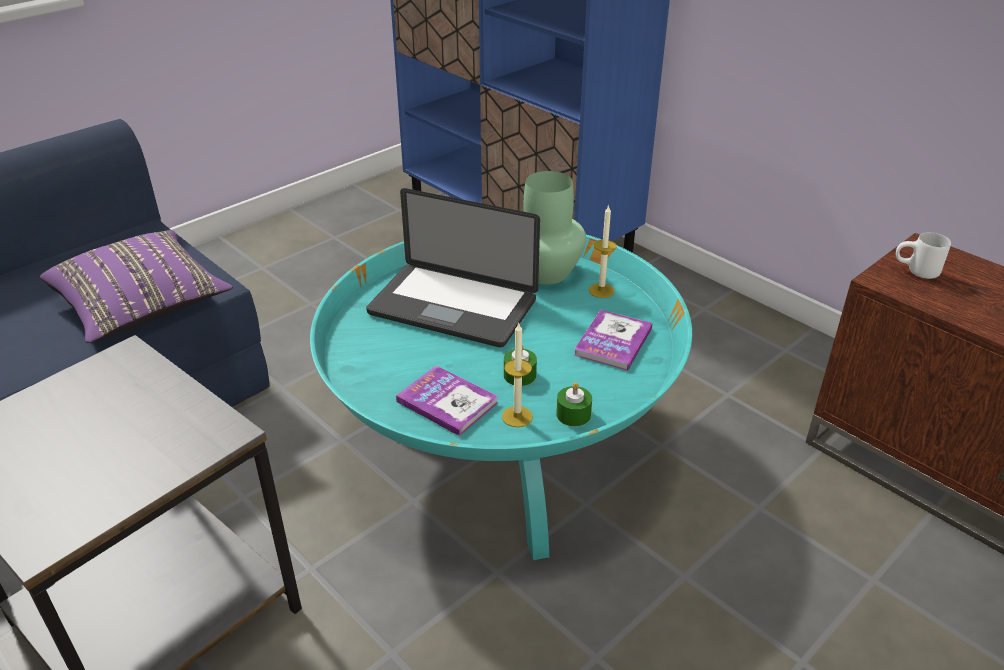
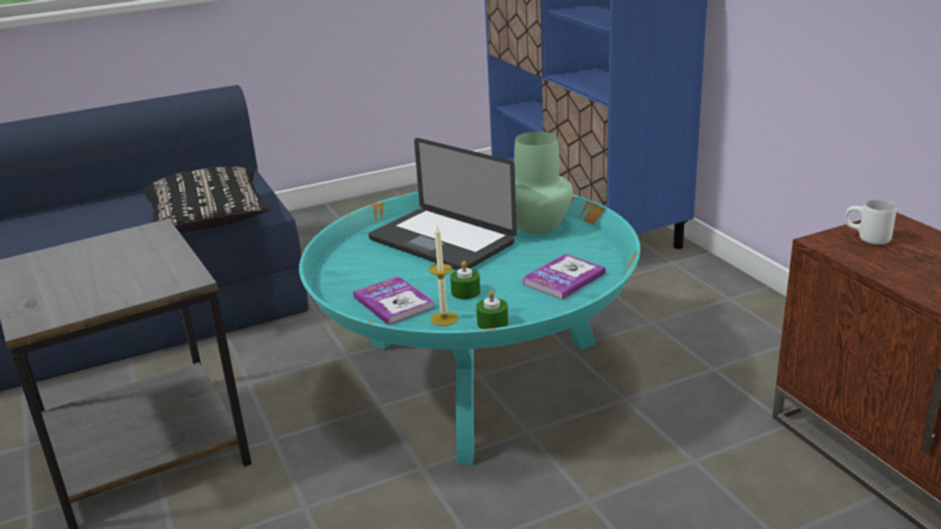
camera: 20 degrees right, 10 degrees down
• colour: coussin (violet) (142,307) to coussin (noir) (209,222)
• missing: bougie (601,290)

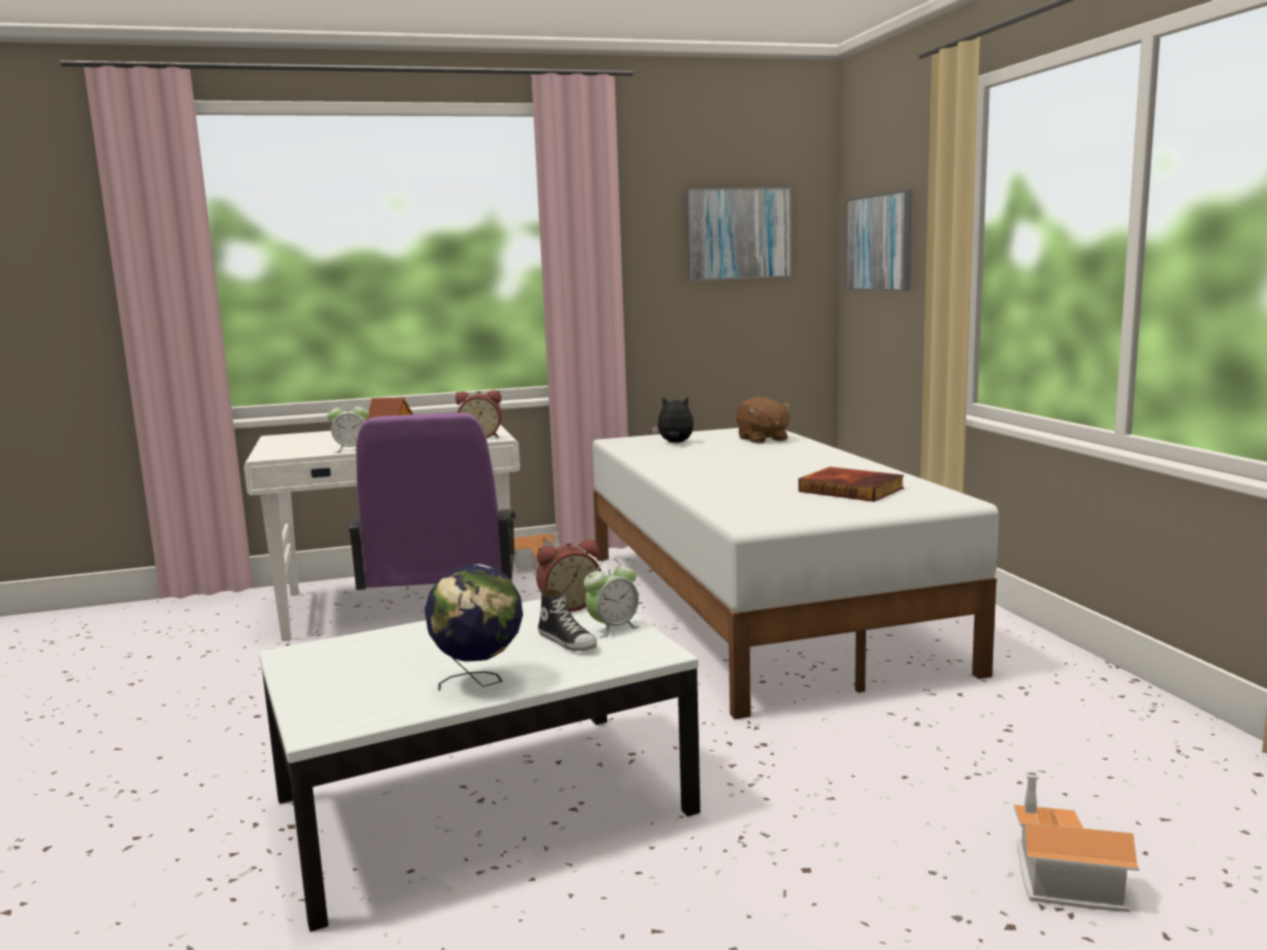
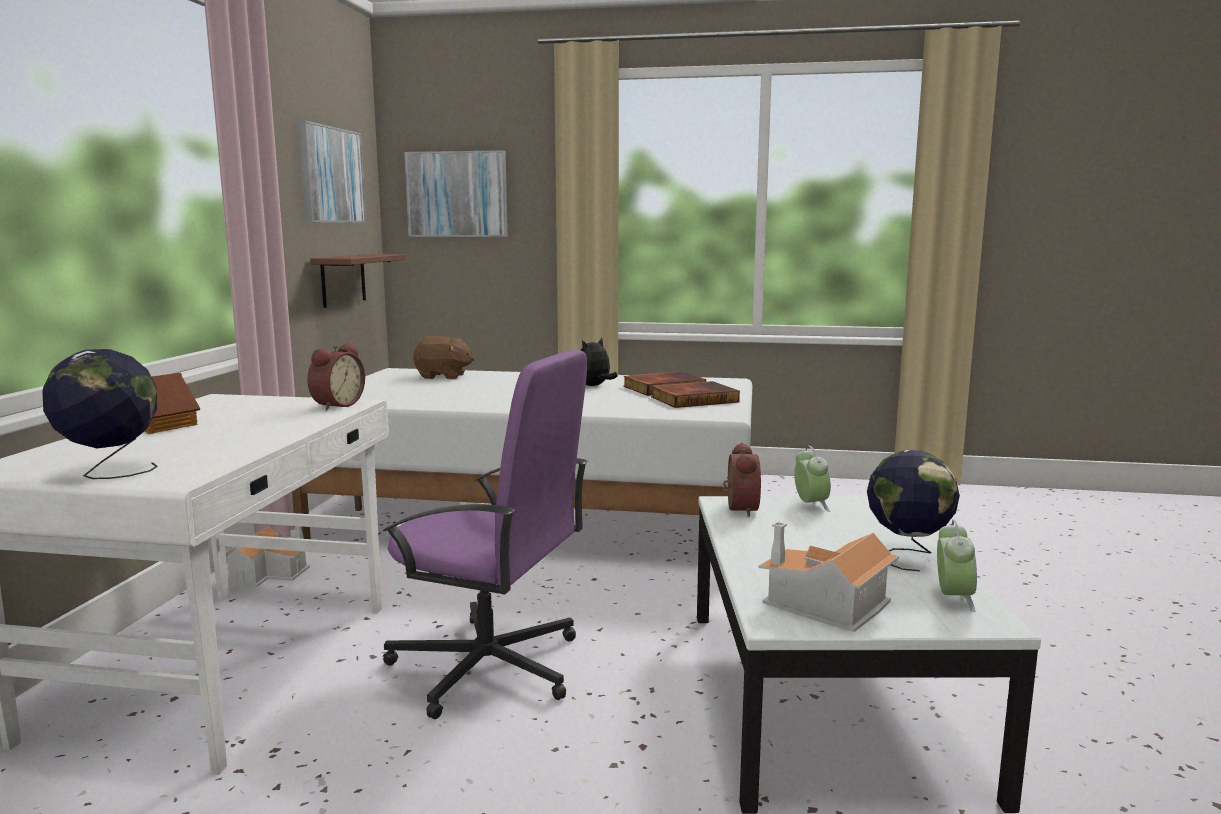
camera: 65 degrees left, 0 degrees up
• relocated: réveil (351,450) to (953,598)
• missing: chaussure (568,641)
• relocated: peluche (675,443) to (594,386)
• relocated: maison miniature (1060,876) to (826,606)
• appeared: globe (110,472)
• appeared: étagère (marron) (343,280)
• appeared: livre (694,399)

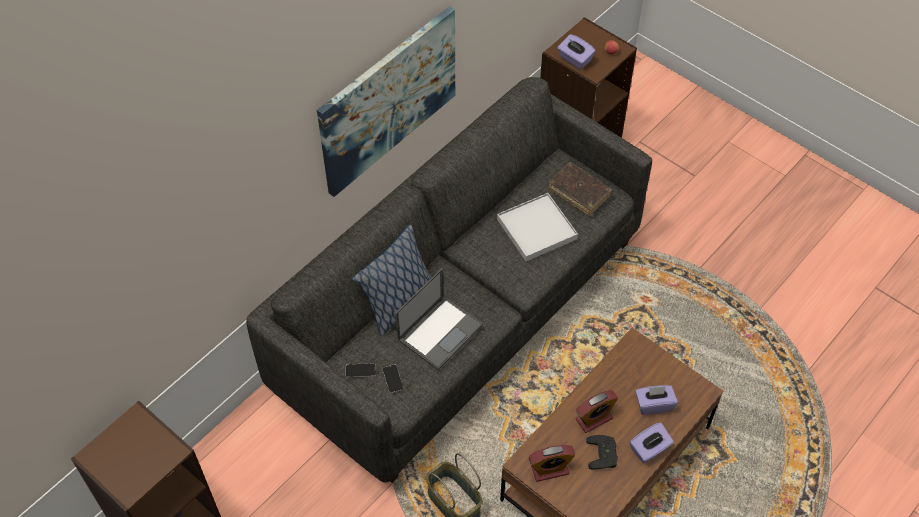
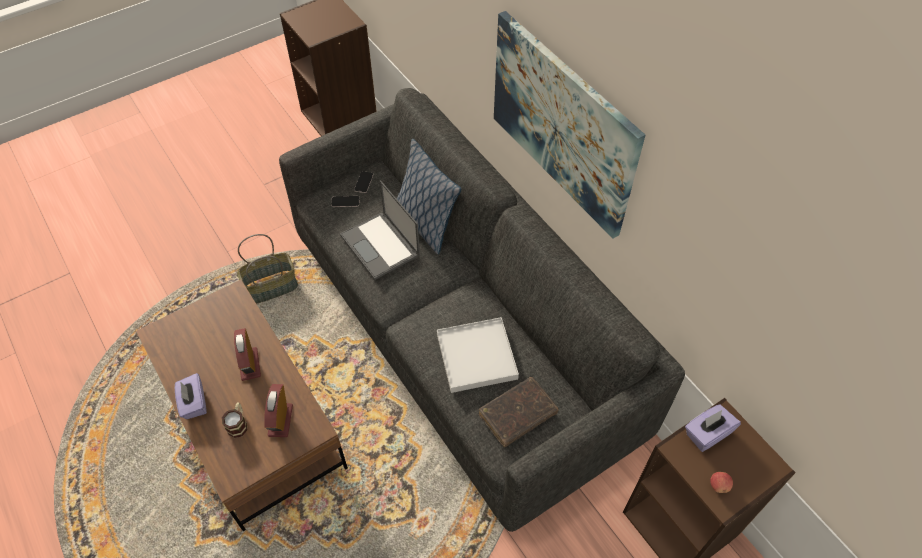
camera: 105 degrees right, 0 degrees up
• relocated: réveil (550,470) to (280,420)
• missing: manette (noir) (604,454)
• exchanged: boîte à mouchoirs (violet) (654,404) to mug (238,424)

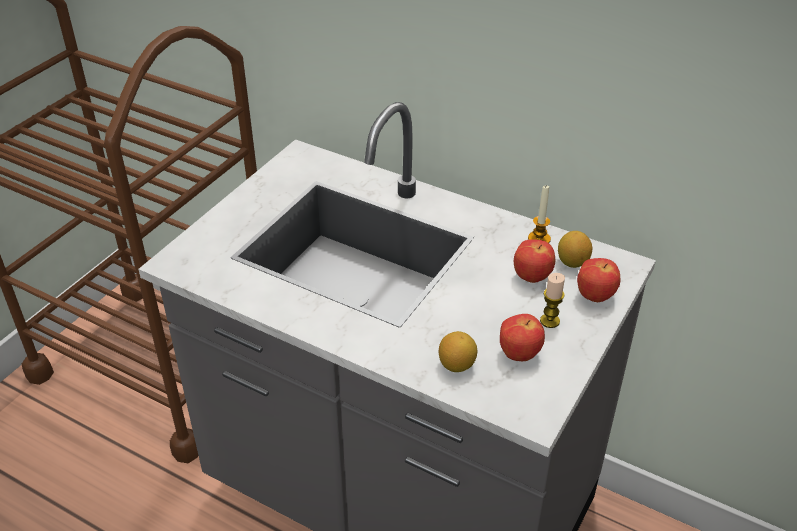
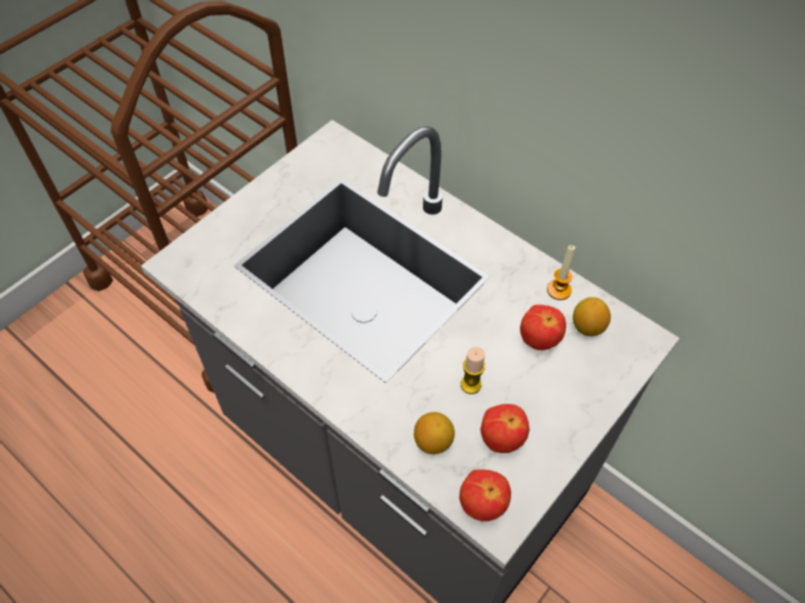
camera: 10 degrees right, 15 degrees up
• relocated: bougie (549,321) to (470,384)
• relocated: pomme (595,296) to (482,504)

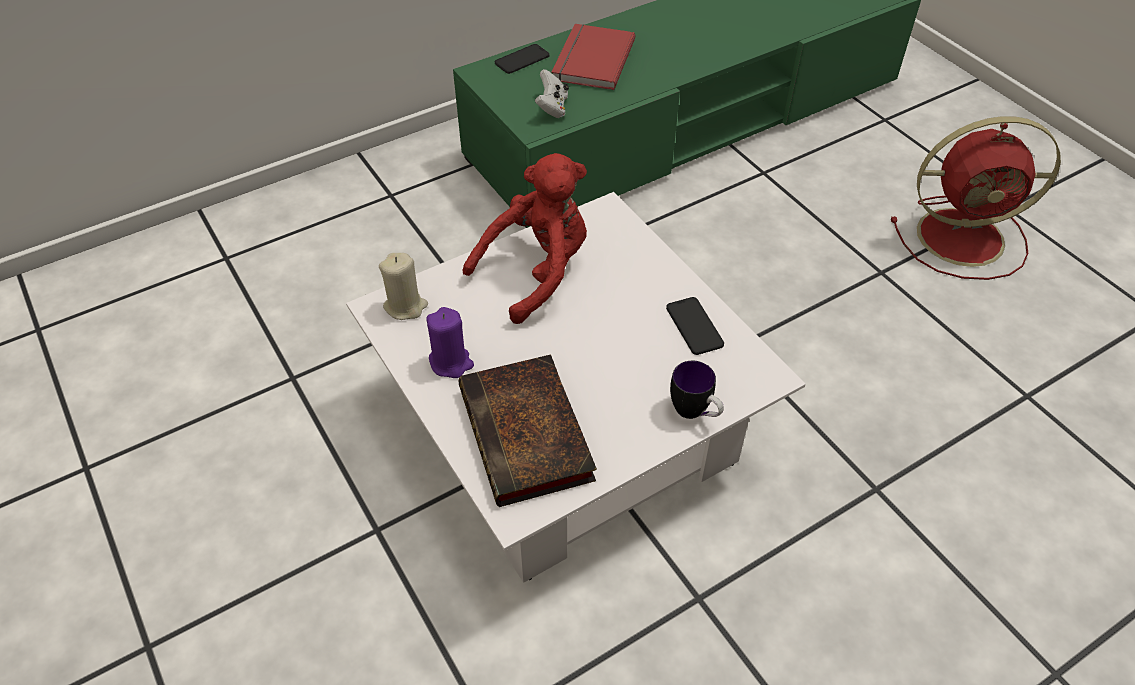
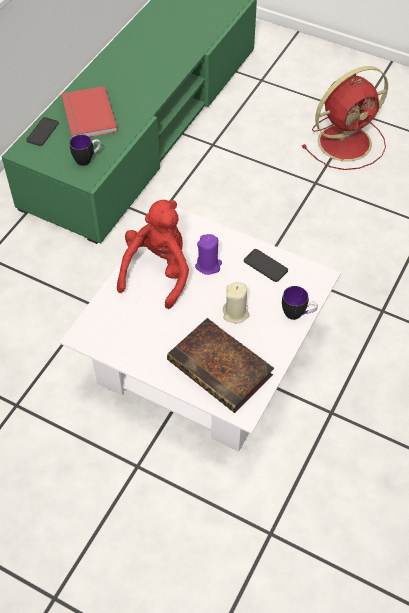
camera: 30 degrees left, 5 degrees up
• relocated: bougie (beige) (405,306) to (236,313)
• relocated: bougie (violet) (451,362) to (208,265)
• exchanged: manette (blanc) (552,108) to mug (87,159)

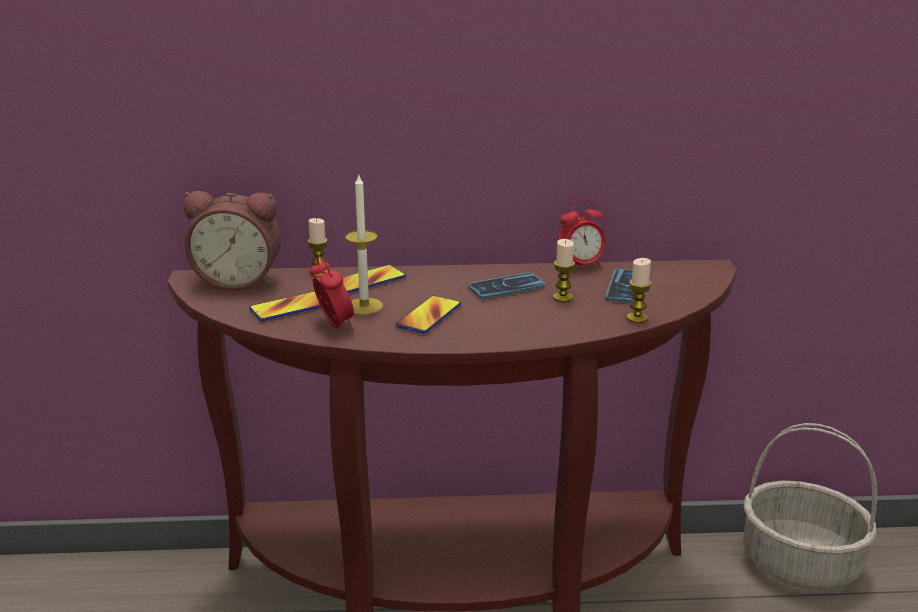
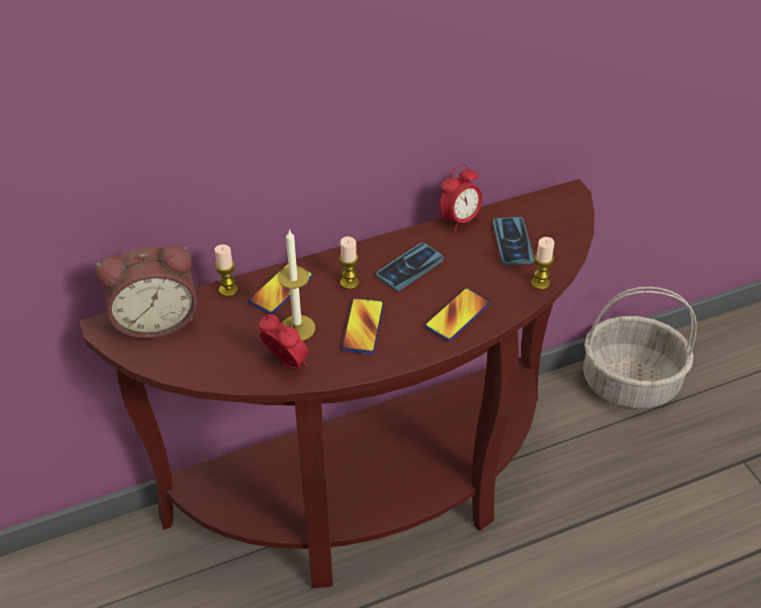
camera: 20 degrees left, 20 degrees up
• relocated: téléphone (290,308) to (457,315)
• relocated: bougie (562,297) to (349,282)

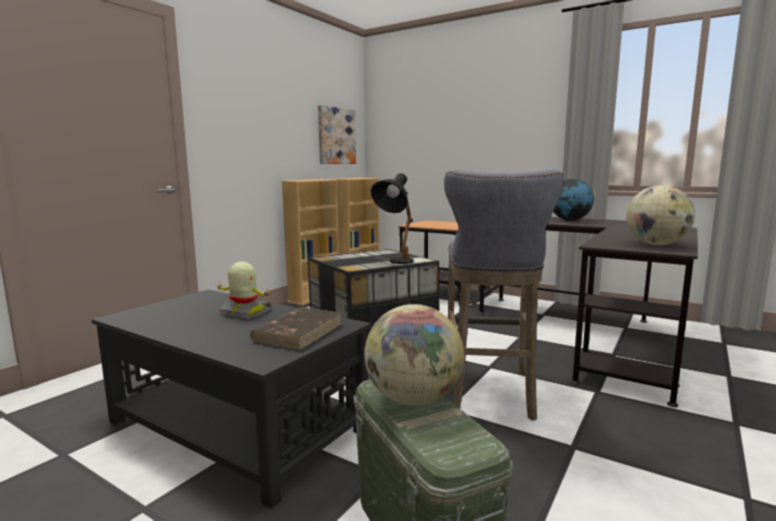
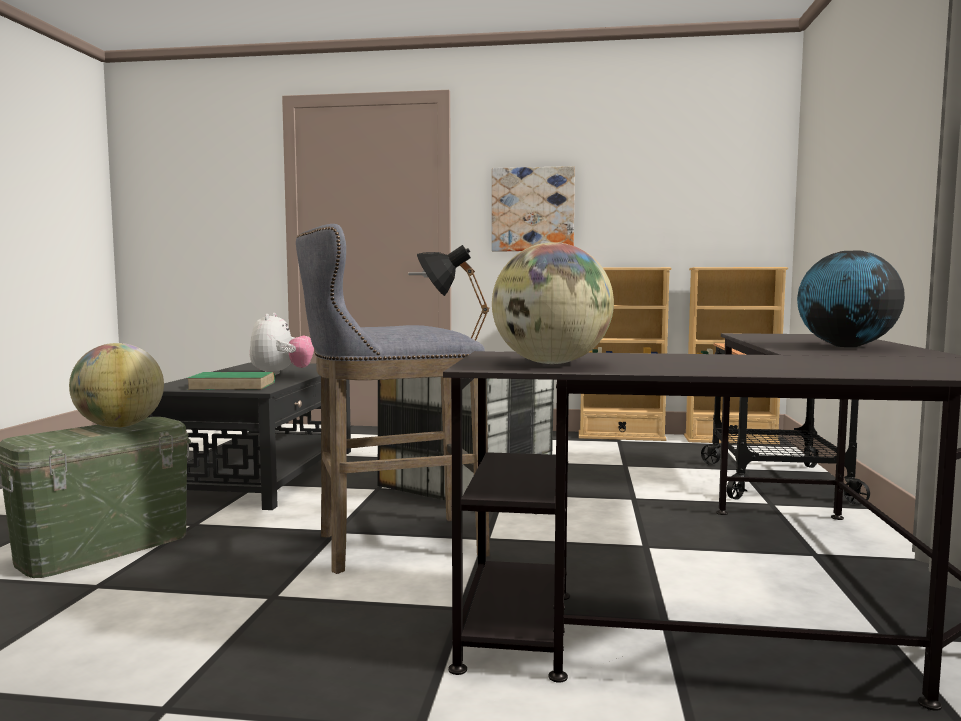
camera: 65 degrees right, 5 degrees down
• exchanged: robot jouet (245,313) to peluche (281,374)
• colour: livre (marron) (299,332) to livre (vert) (233,385)
• relocated: tableau (336,136) to (533,209)

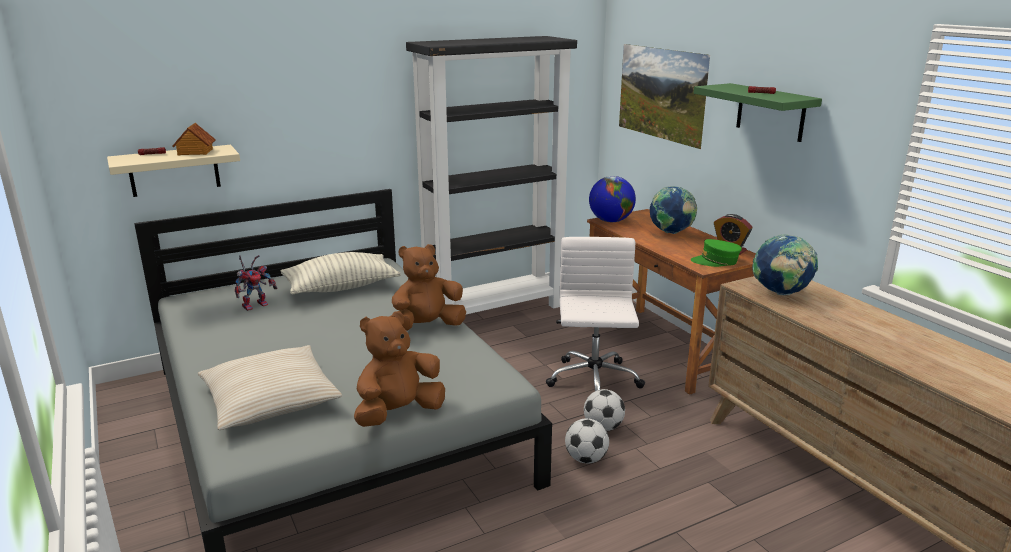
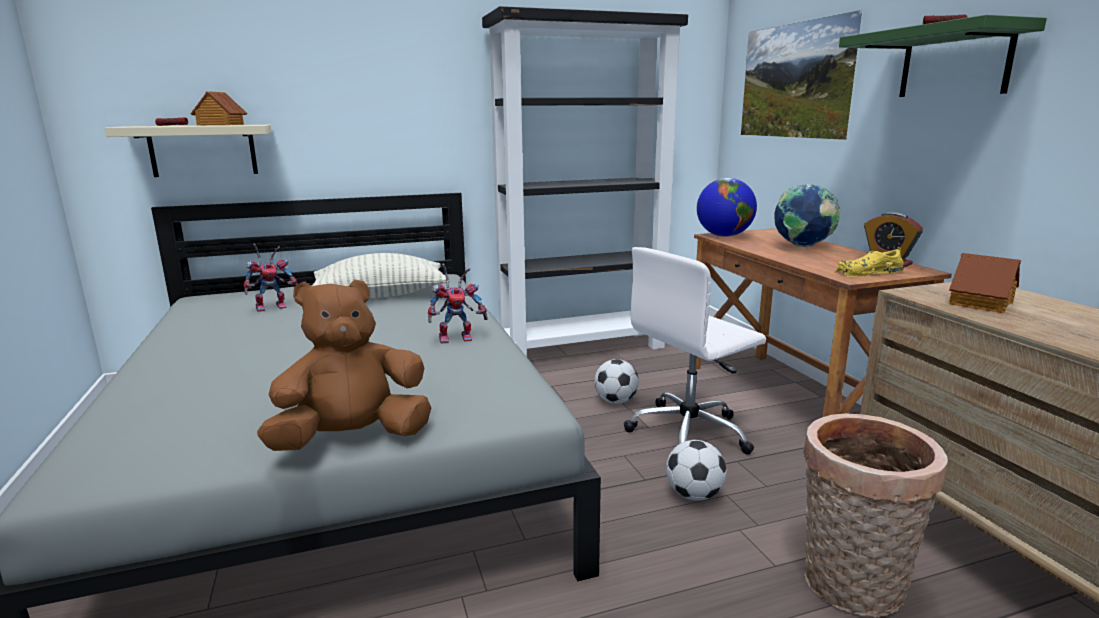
camera: 10 degrees right, 5 degrees down
• missing: coussin (beige) (270,400)
• exchanged: peluche (marron) (426,327) to robot jouet (458,338)
• spun: chaise de bureau (blanc) (593,380) = (690,432) 135 degrees counterclockwise
• relocated: ballon de foot (586,459) to (616,401)
• exchanged: casquette (vert) (716,261) to chaussure (jaune) (868,272)
• exchanged: globe (781,293) to maison miniature (982,303)
• appeared: panier (851,588)

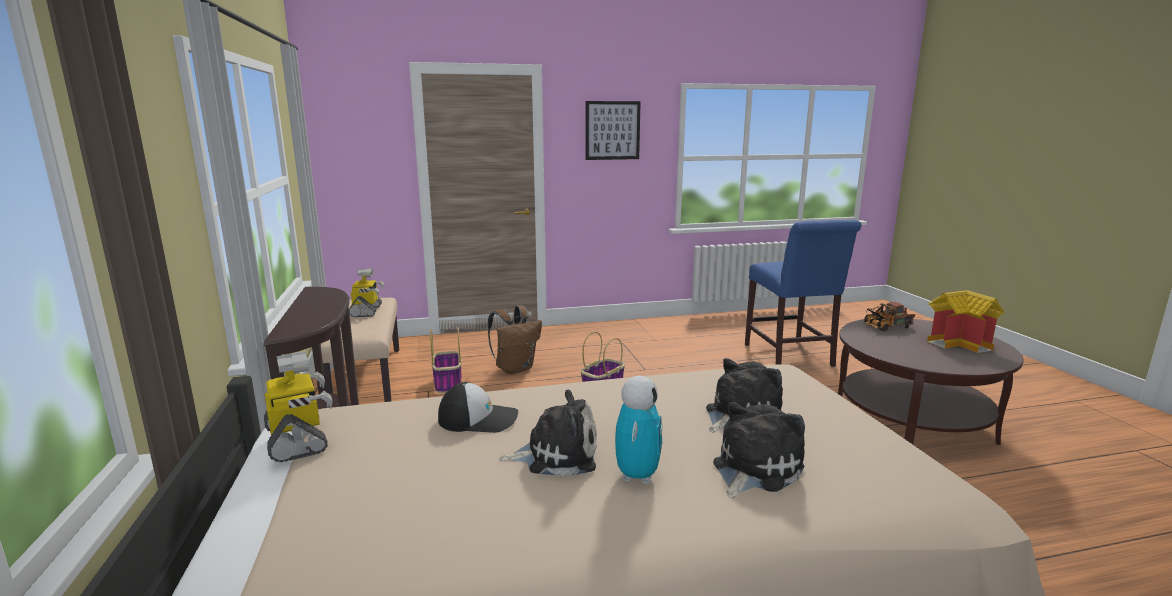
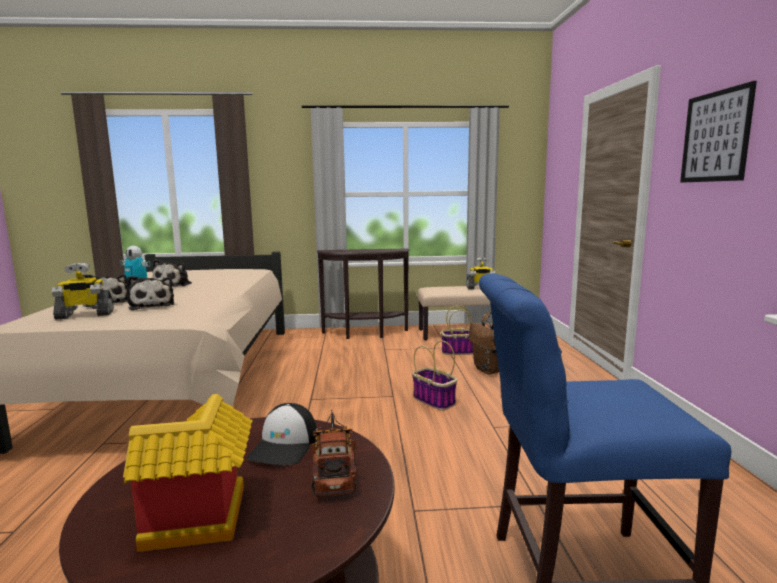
camera: 100 degrees right, 5 degrees down
• relocated: robot jouet (298,440) to (84,315)
• relocated: casquette (479,418) to (285,446)

